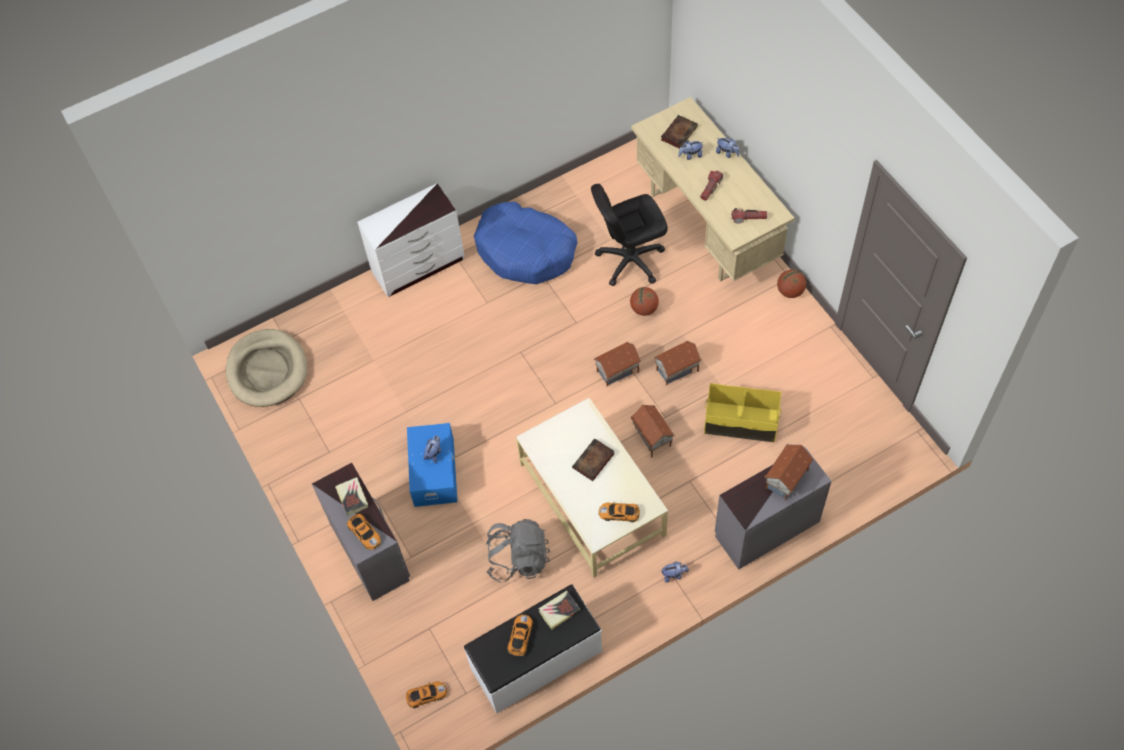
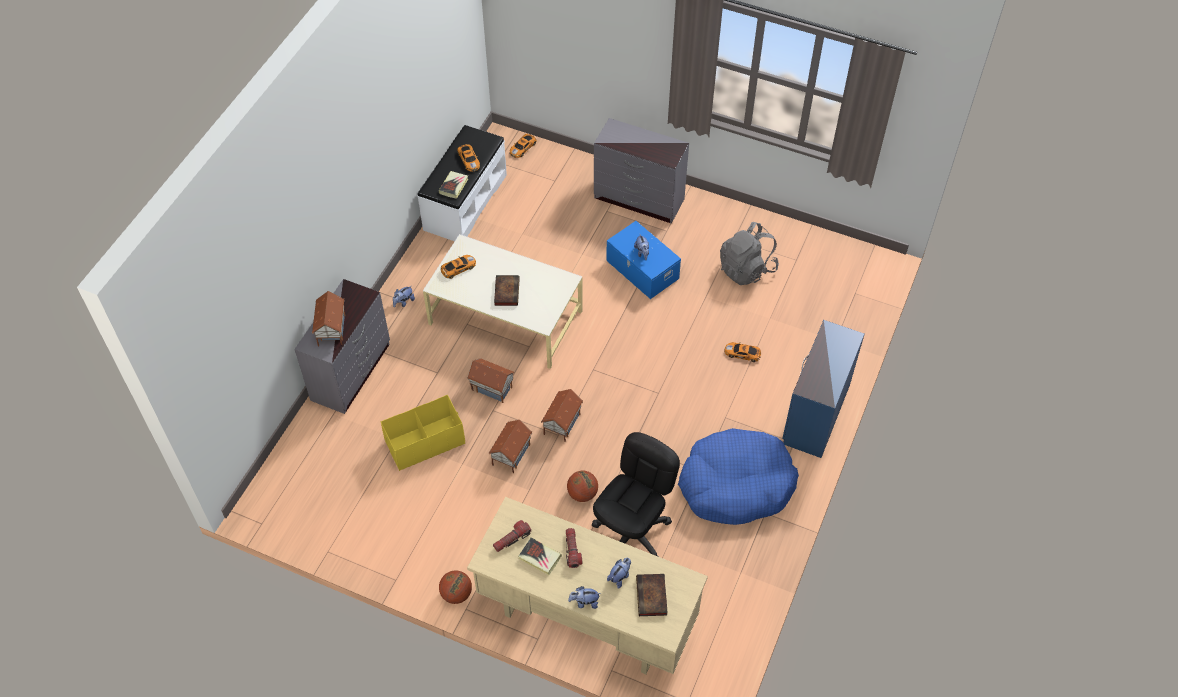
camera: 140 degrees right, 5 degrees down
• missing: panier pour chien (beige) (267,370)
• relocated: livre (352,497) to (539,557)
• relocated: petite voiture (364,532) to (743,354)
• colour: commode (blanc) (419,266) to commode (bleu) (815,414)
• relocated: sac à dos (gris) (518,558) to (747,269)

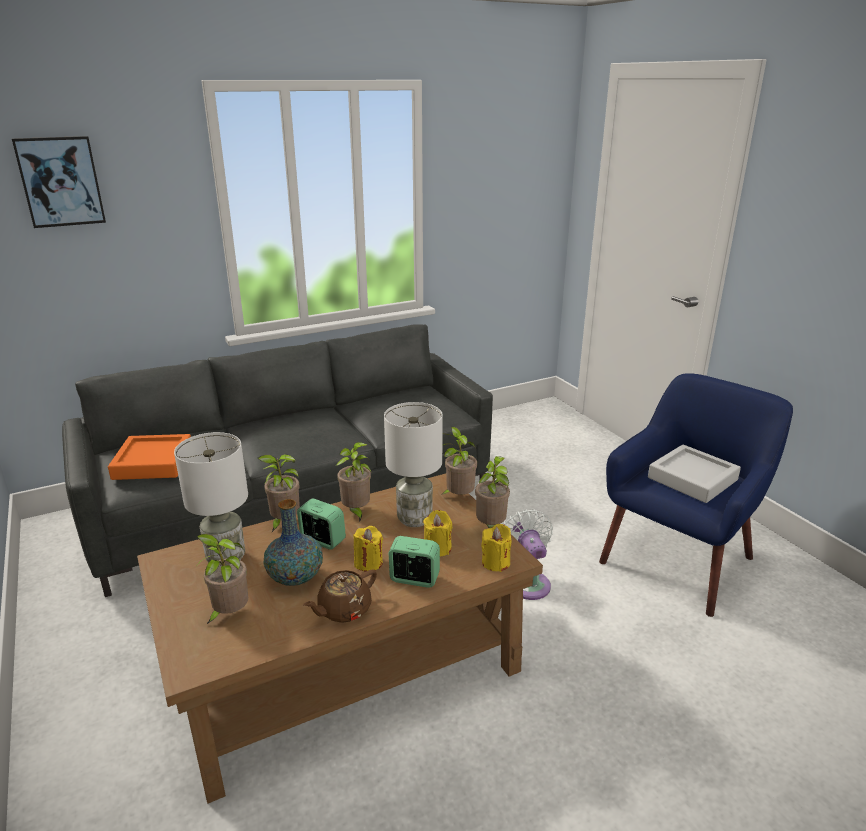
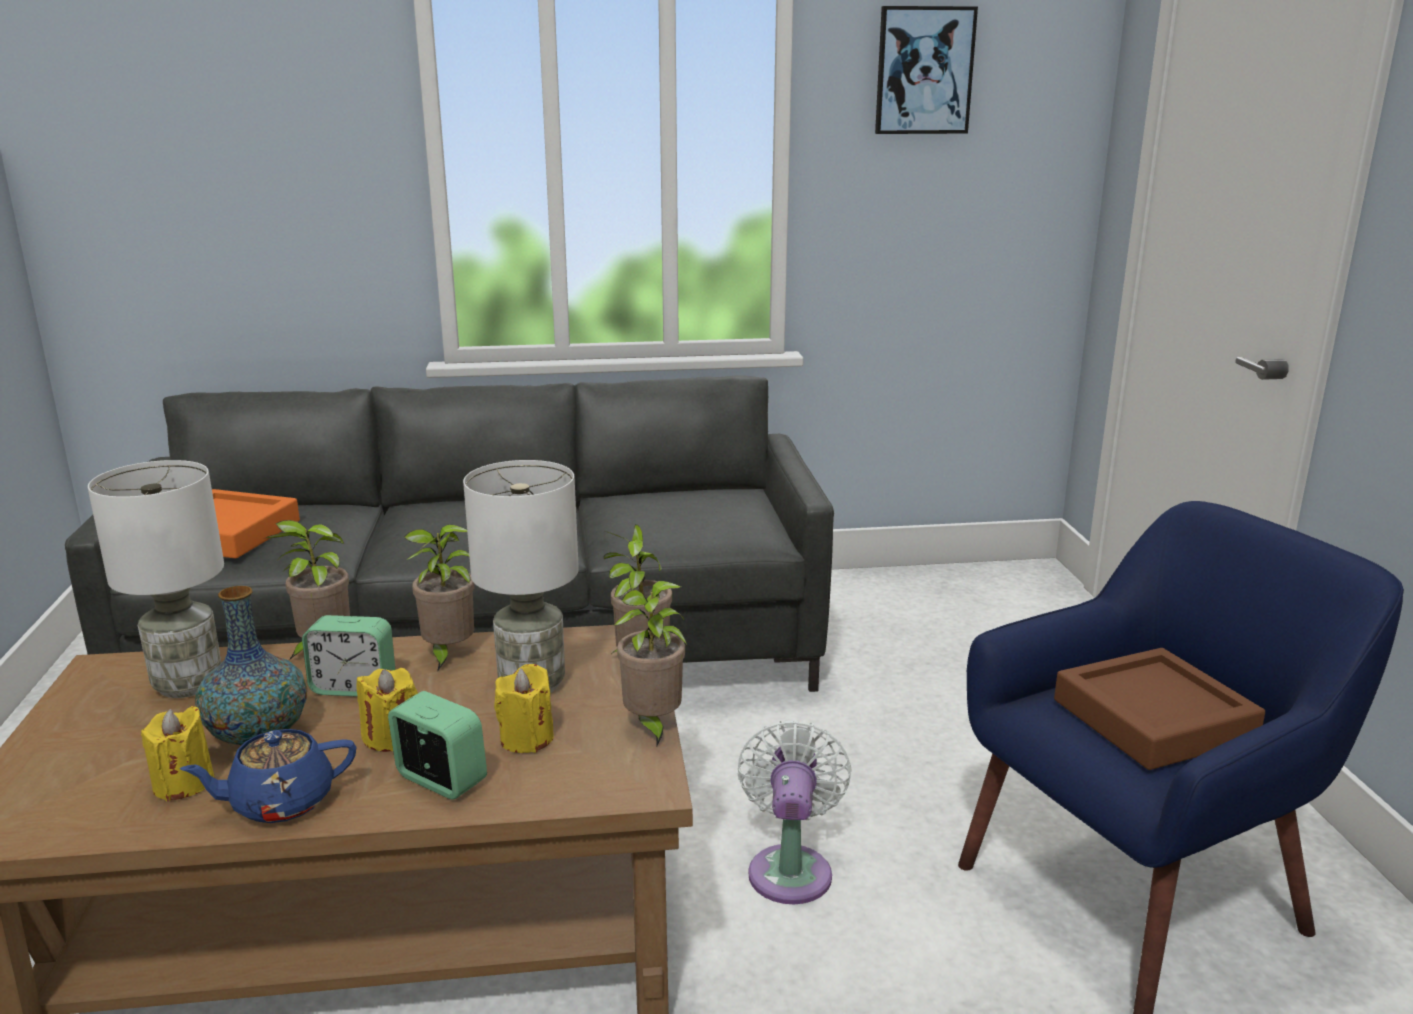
camera: 20 degrees right, 5 degrees down
• relocated: tableau (60,181) to (924,71)
• missing: plante en pot (229,614)
• spun: réveil (322,540) = (354,687) 135 degrees clockwise
• colour: théière (marron) (343,610) to théière (bleu) (280,802)
• relocated: bougie (jaune) (495,562) to (183,784)
• colour: plateau (gris) (692,479) to plateau (marron) (1153,719)

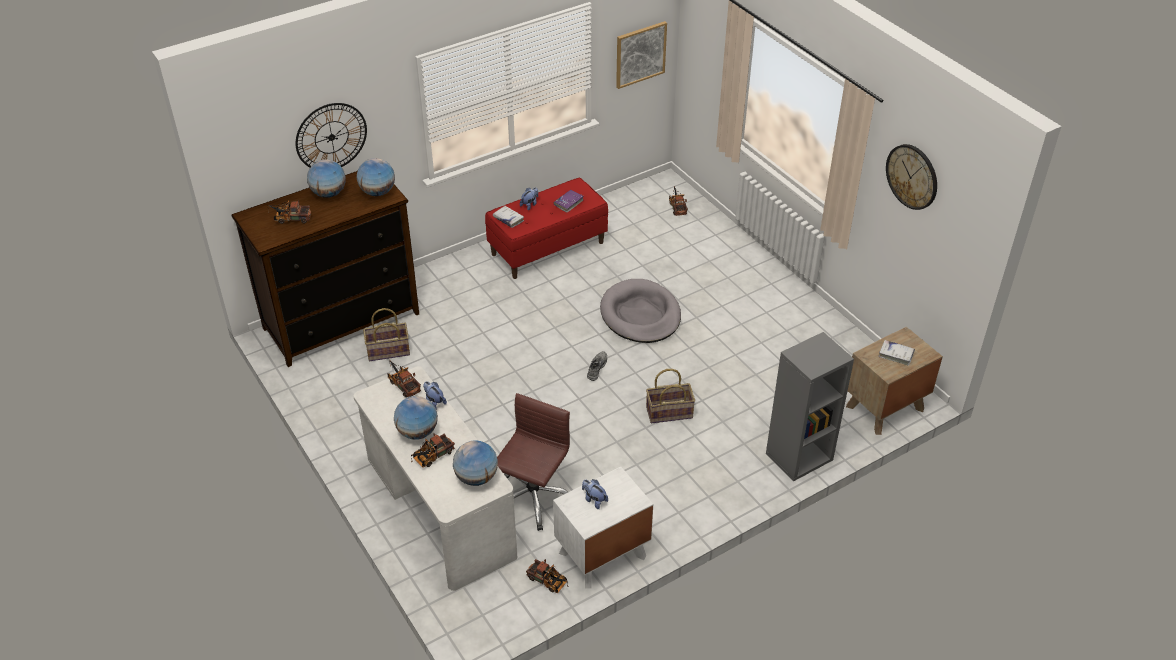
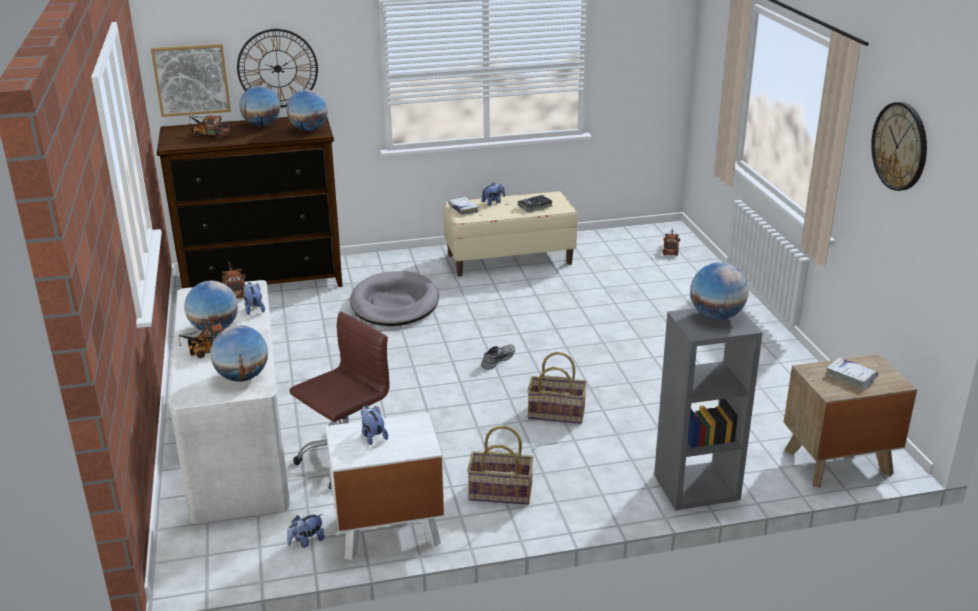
camera: 20 degrees right, 15 degrees down
• relocated: panier (388,351) to (500,493)
• colour: banc (rouge) (547,248) to banc (beige) (509,259)
• exchanged: camion jouet (549,582) to peluche (306,541)
• colour: livre (violet) (568,203) to livre (noir) (535,206)
• relocated: panier pour chien (gris) (640,315) to (394,304)
• relocated: tableau (640,54) to (191,79)
• appeared: globe (716,316)

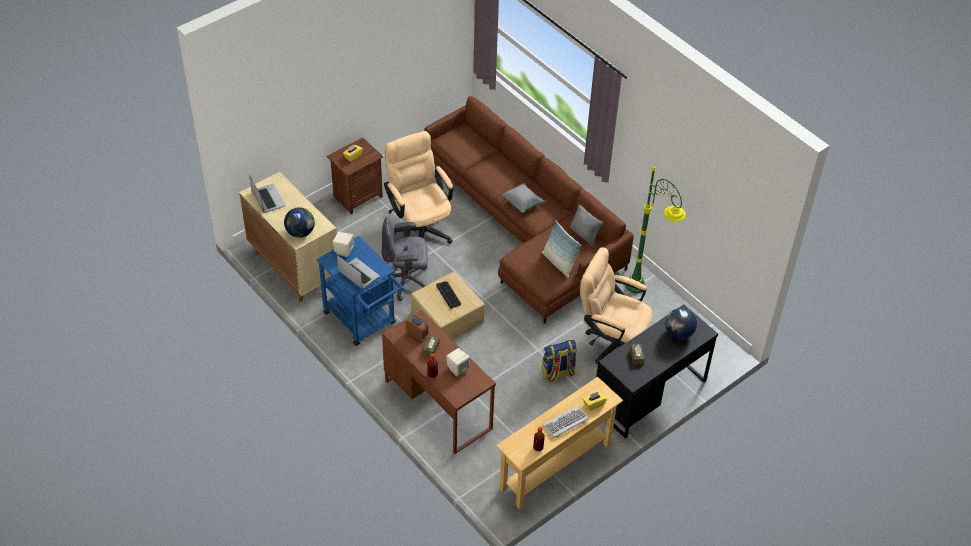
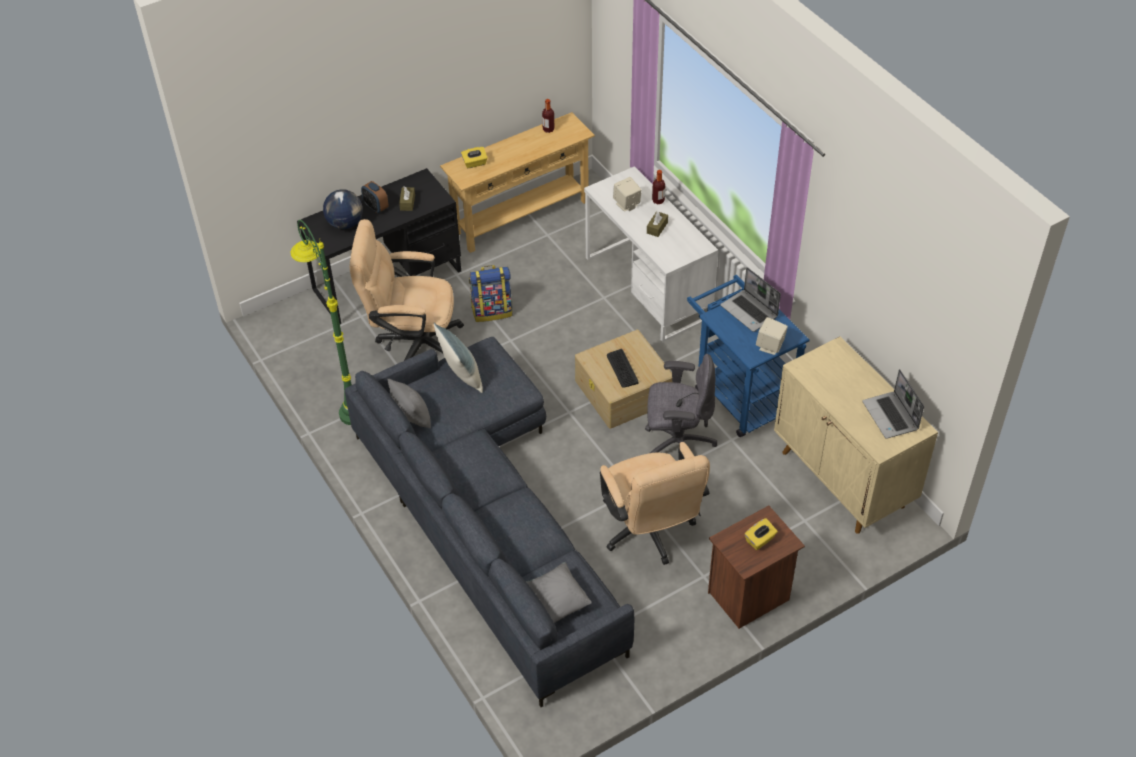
camera: 170 degrees left, 0 degrees up
• missing: globe (300,232)
• colour: bureau (marron) (438,404) to bureau (blanc) (647,288)
• relocated: réveil (417,334) to (376,207)
• colour: canapé (marron) (524,227) to canapé (gris) (487,518)
• relocated: coussin (gris) (522,204) to (557,600)
• missing: clavier (565,423)
• spun: chaise de bureau (beige) (611,342) = (412,342) 150 degrees clockwise

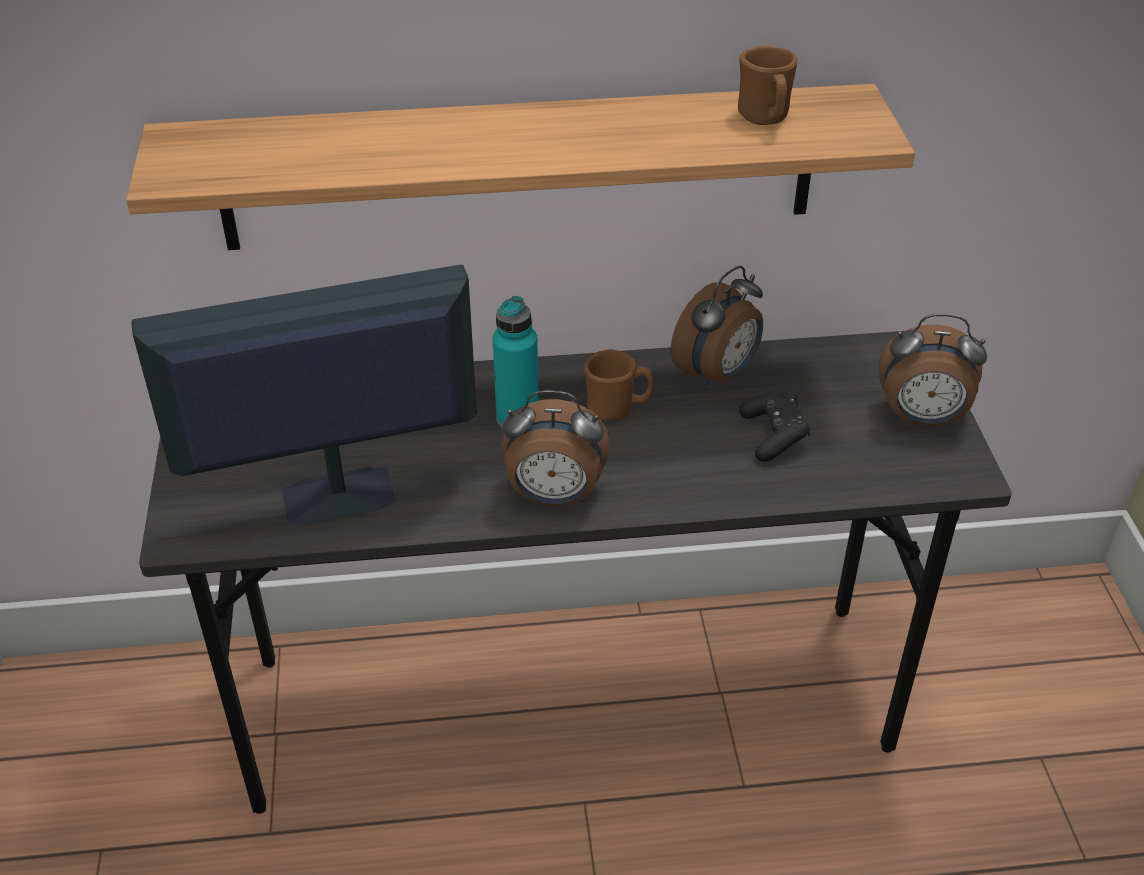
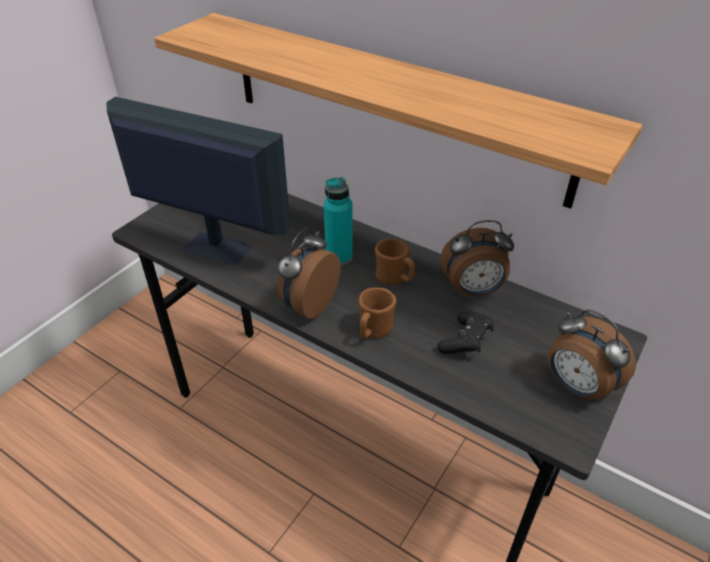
camera: 40 degrees right, 0 degrees up
• spun: réveil (554,497) = (308,305) 75 degrees clockwise
• relocated: mug (marron) (765,119) to (373,331)

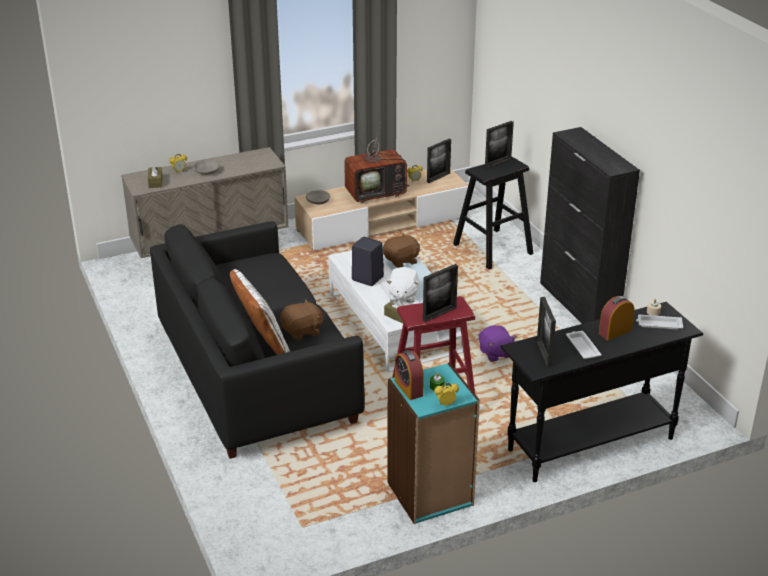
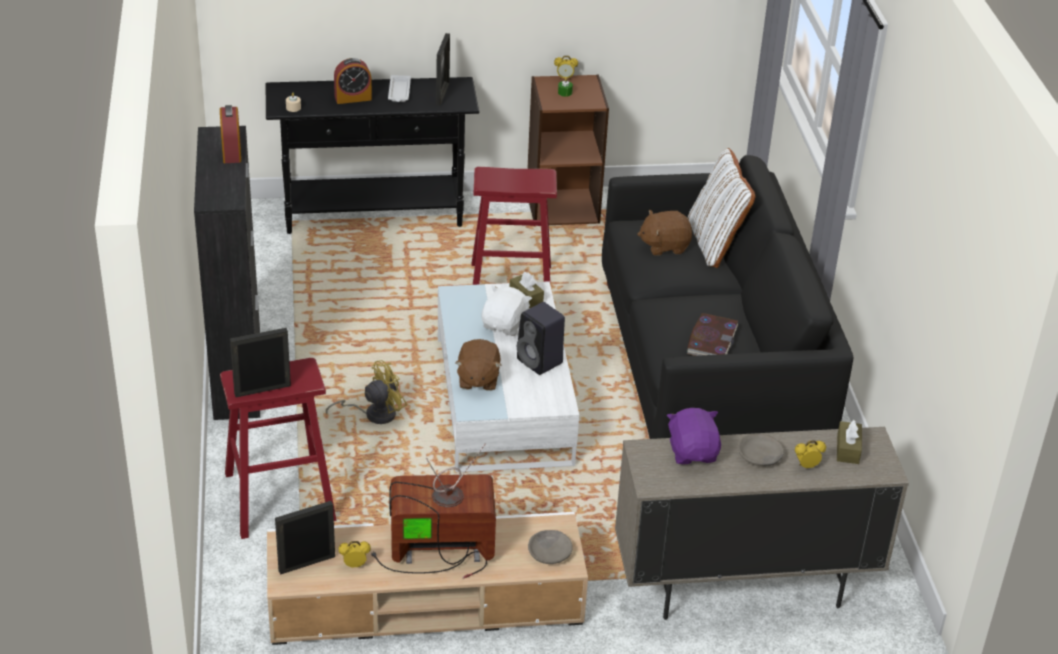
camera: 165 degrees left, 5 degrees up
• spun: peluche (marron) (401,261) = (477,379) 75 degrees counterclockwise
• colour: bibliothèque (turquoise) (430,495) to bibliothèque (marron) (562,207)
• relocated: réveil (408,388) to (231,152)
• missing: cadre photo (439,314)
• colour: tabouret (noir) (493,249) to tabouret (rouge) (279,497)
• relocated: peluche (violet) (495,353) to (693,452)
• missing: plateau (blanc) (658,324)
• appeared: ventilateur (jaune) (374,414)
• appeared: livre (711,340)

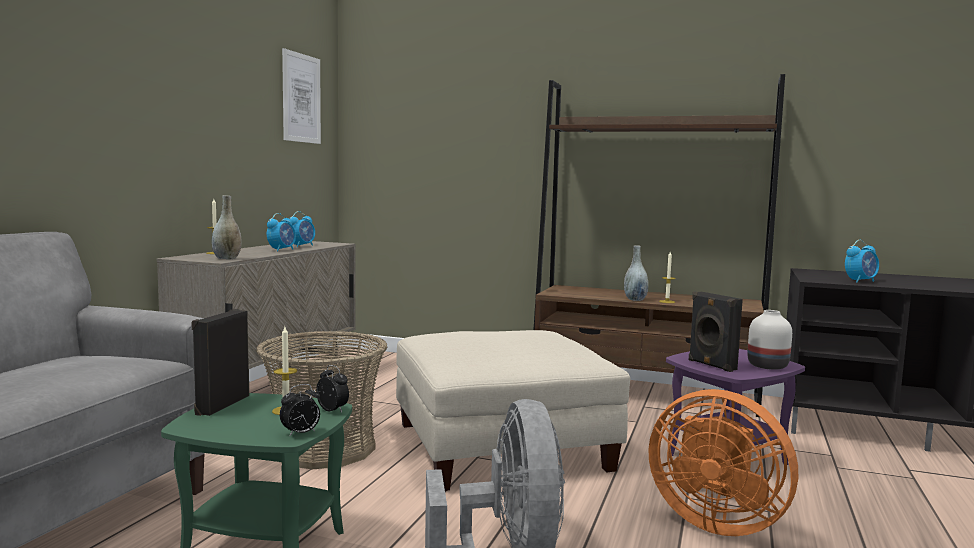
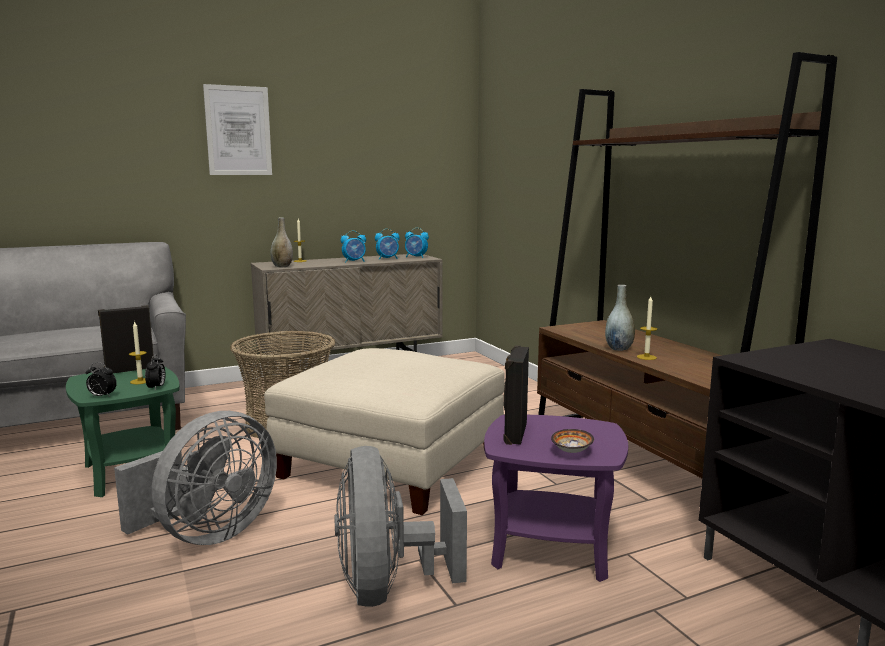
camera: 45 degrees right, 5 degrees up
• relocated: tableau (301,98) to (238,131)
• colour: ventilateur (orange) (715,521) to ventilateur (gris) (388,587)
• exchanged: vase (blanc) (767,365) to bol (573,451)
• relocated: réveil (860,281) to (416,257)

